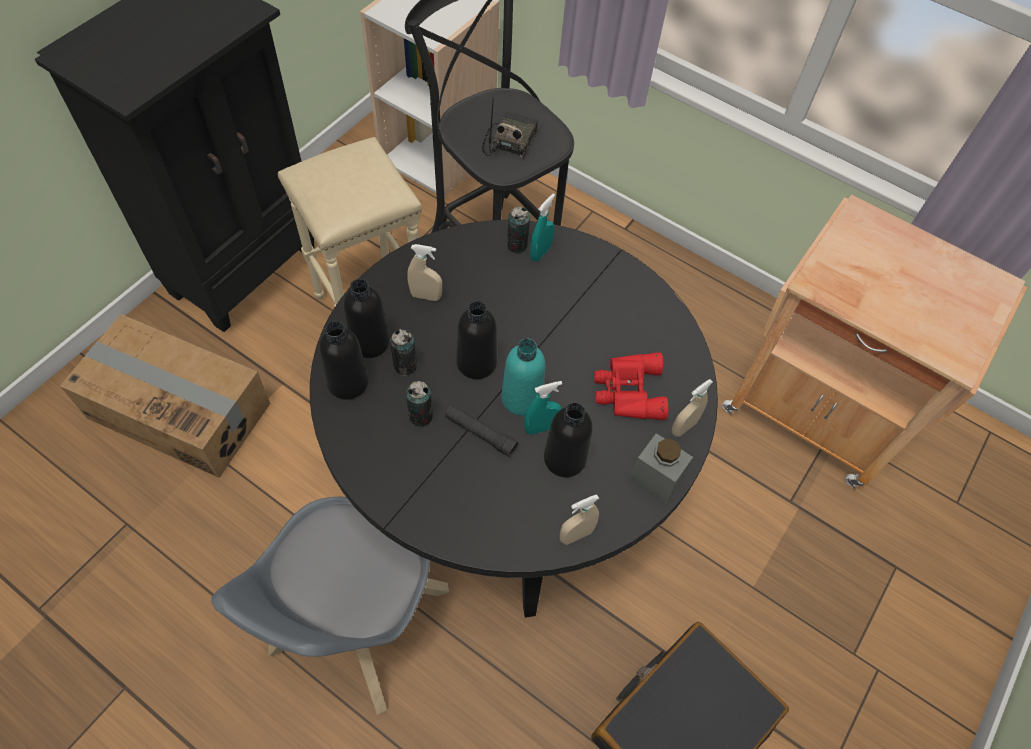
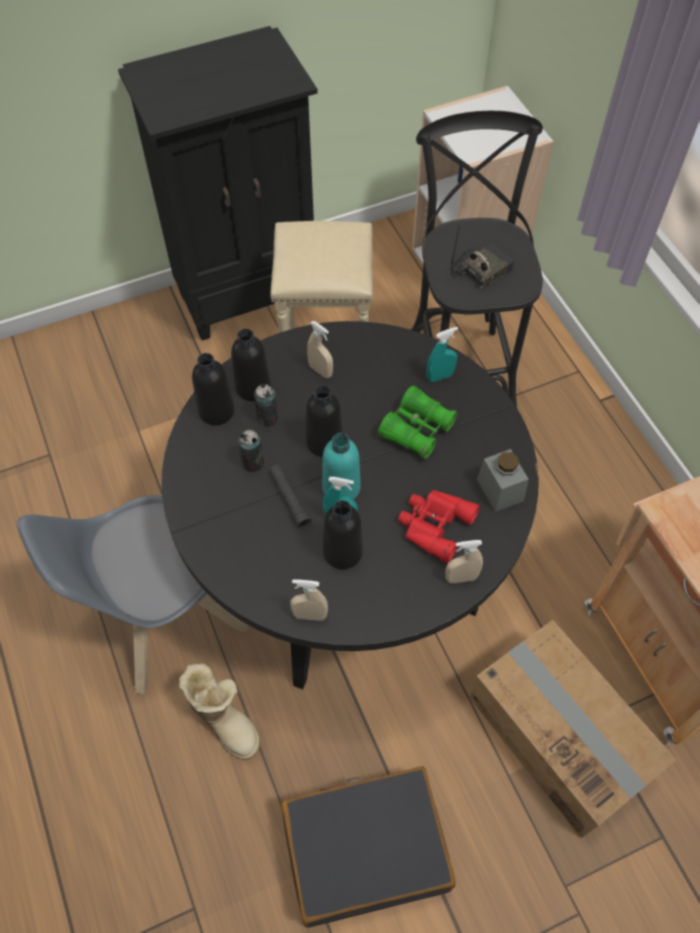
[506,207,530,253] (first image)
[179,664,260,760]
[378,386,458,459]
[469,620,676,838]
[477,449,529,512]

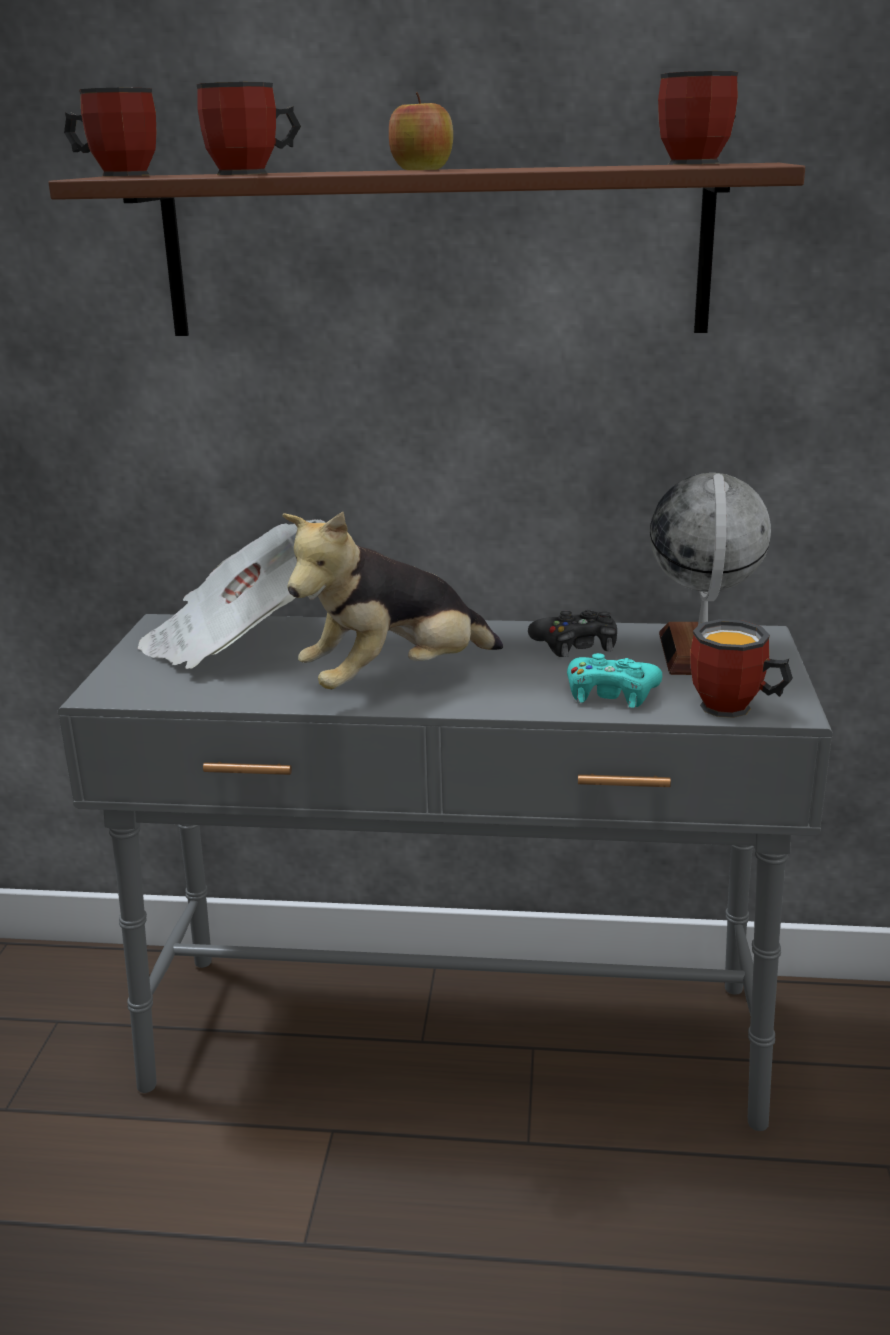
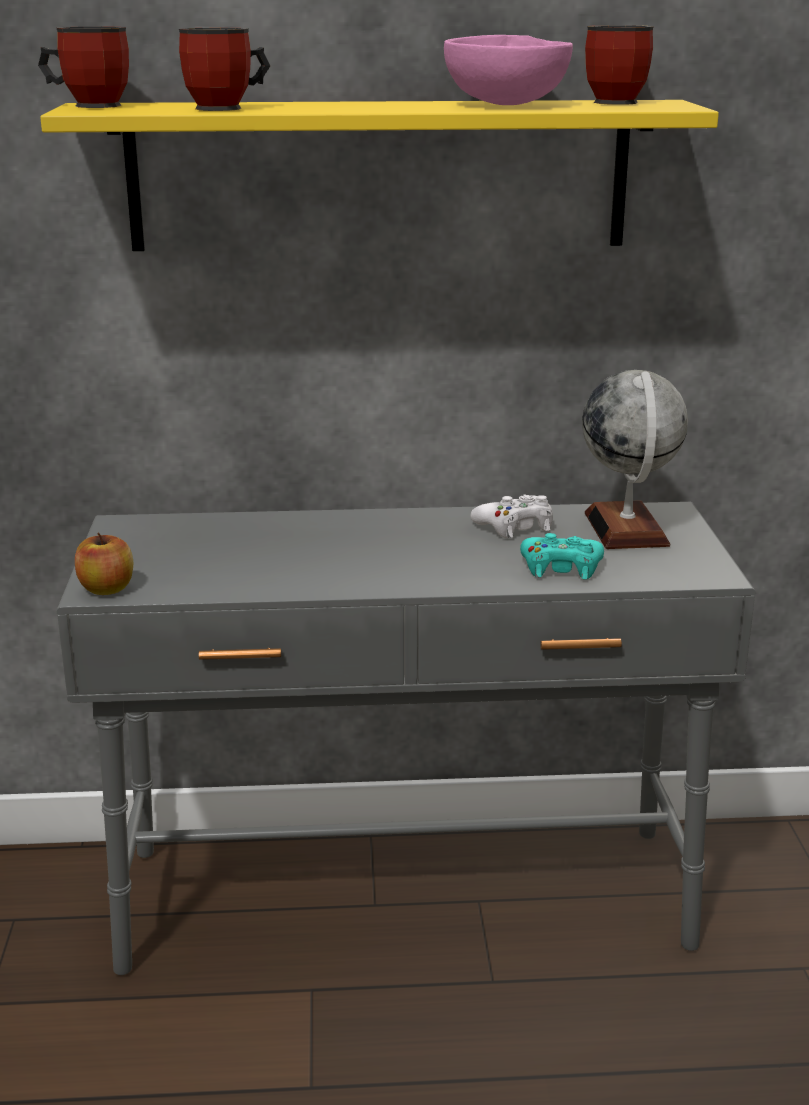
[138,519,325,669] (first image)
[282,512,503,689] (first image)
[690,619,793,718] (first image)
[444,35,573,105]
[75,532,133,595]
[40,100,719,251]
[471,495,553,538]

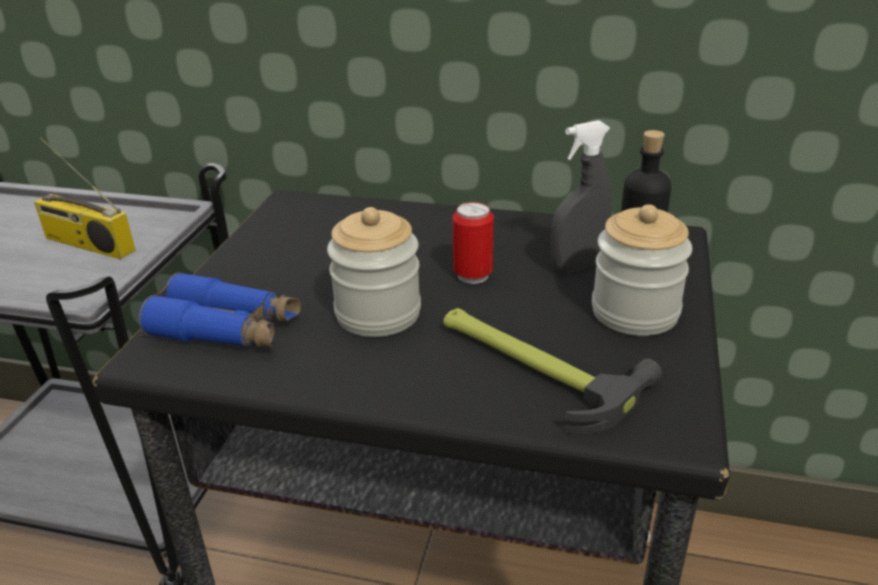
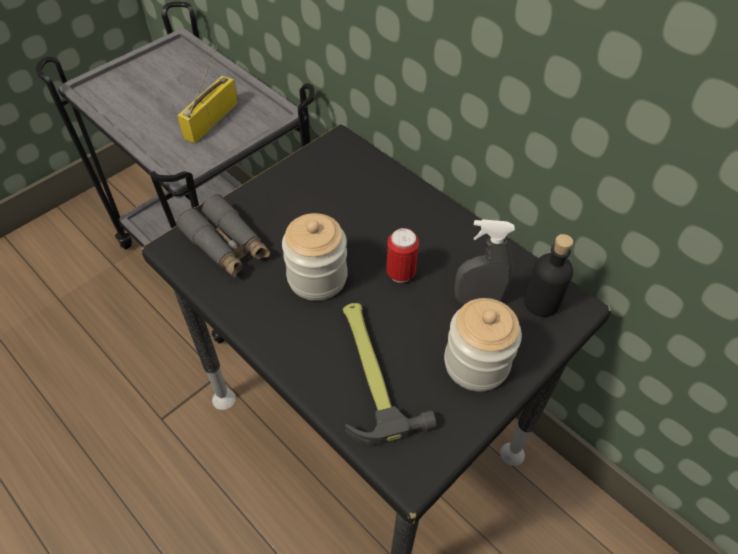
[176,194,270,278]
[177,45,238,144]

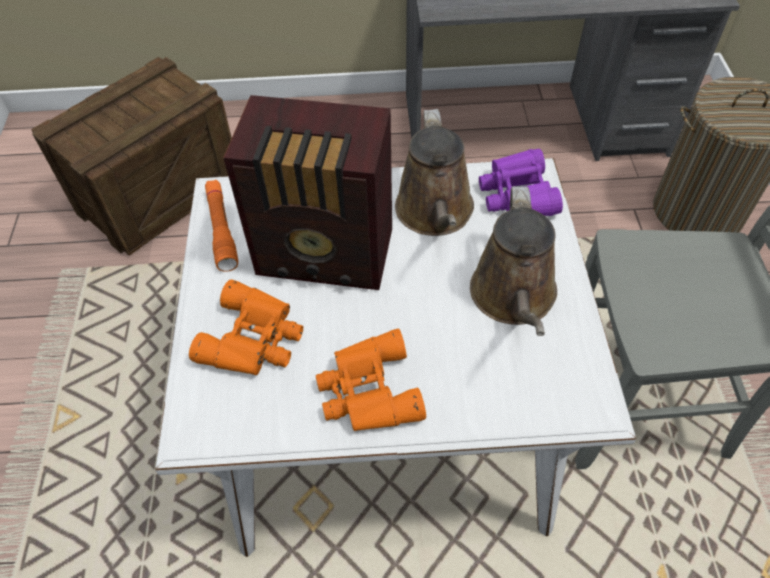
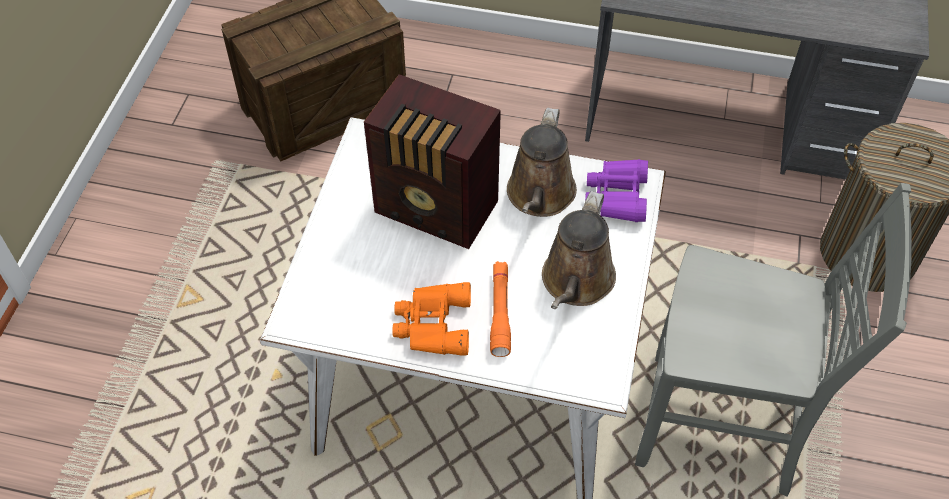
[189,280,303,375] (first image)
[490,261,511,357]

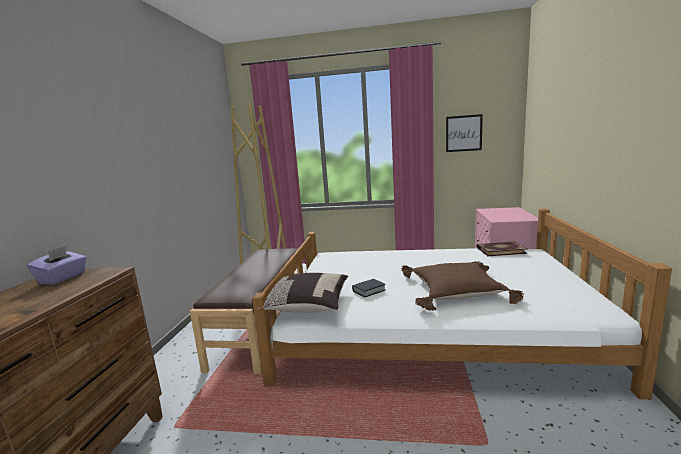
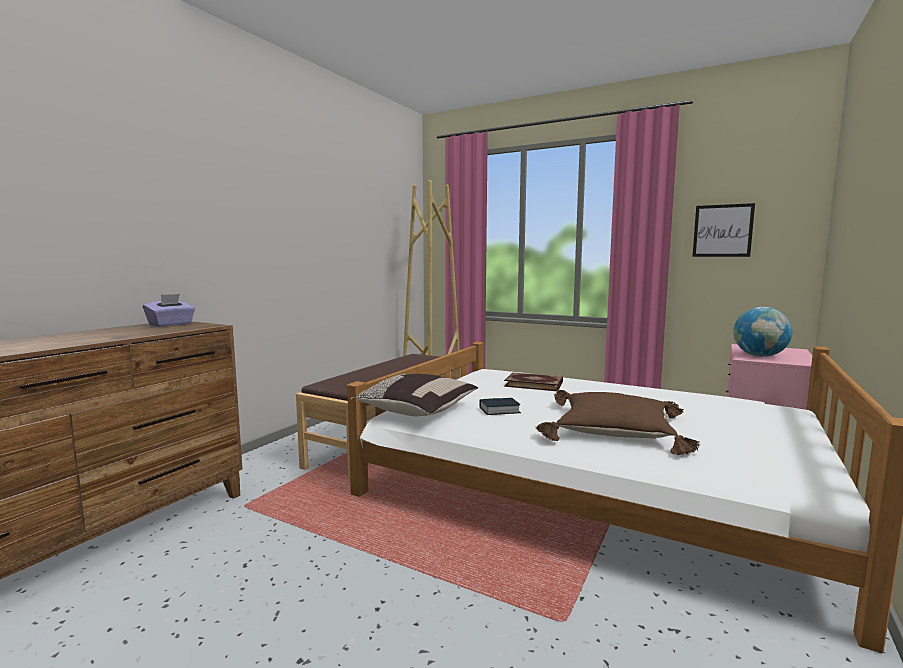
[733,307,793,357]
[504,372,563,391]

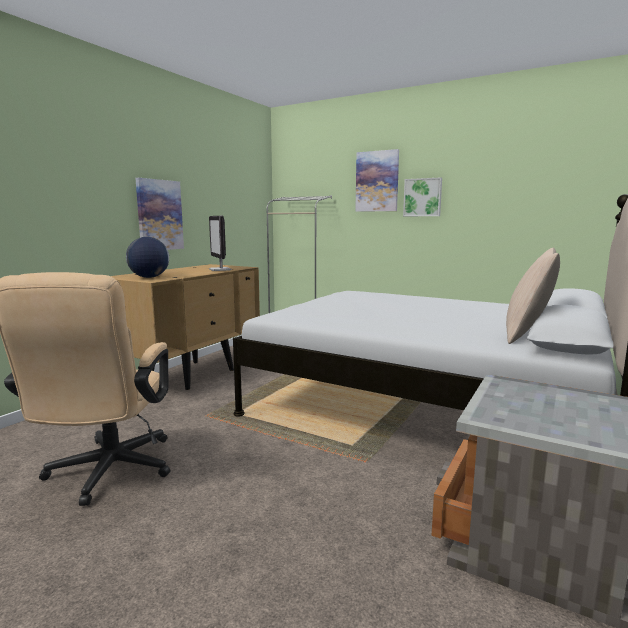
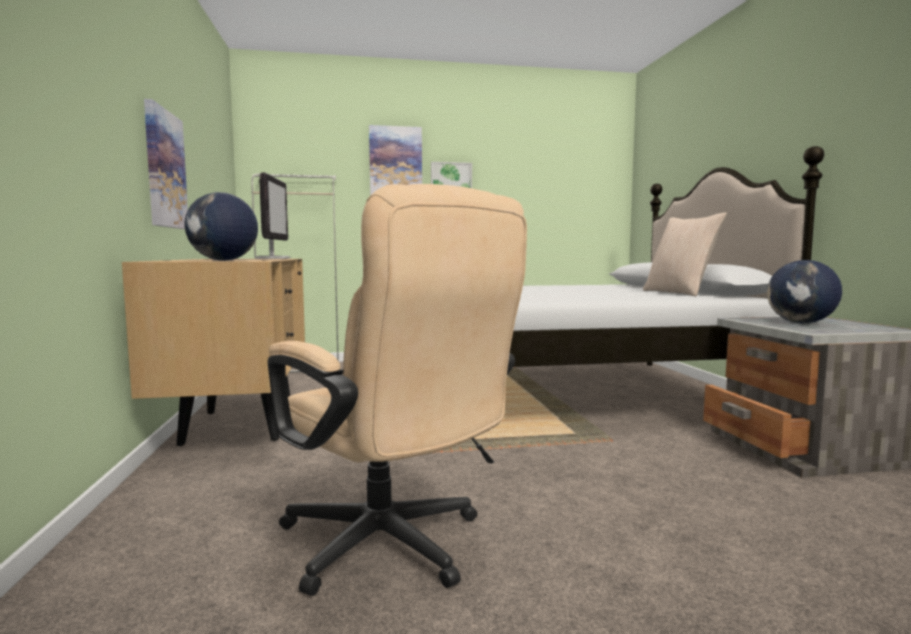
[767,260,842,323]
[255,172,291,259]

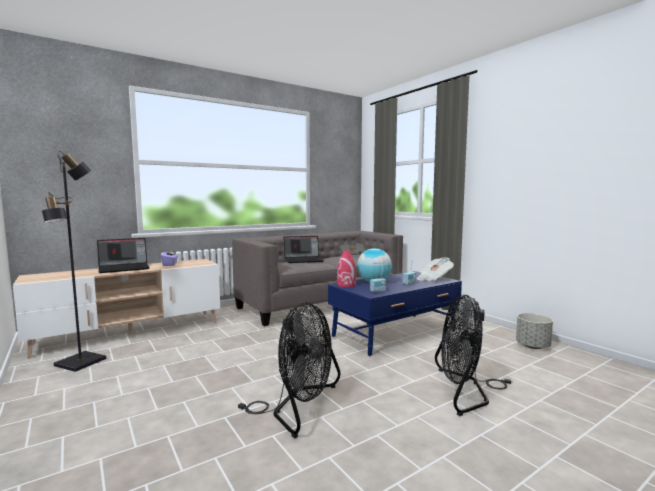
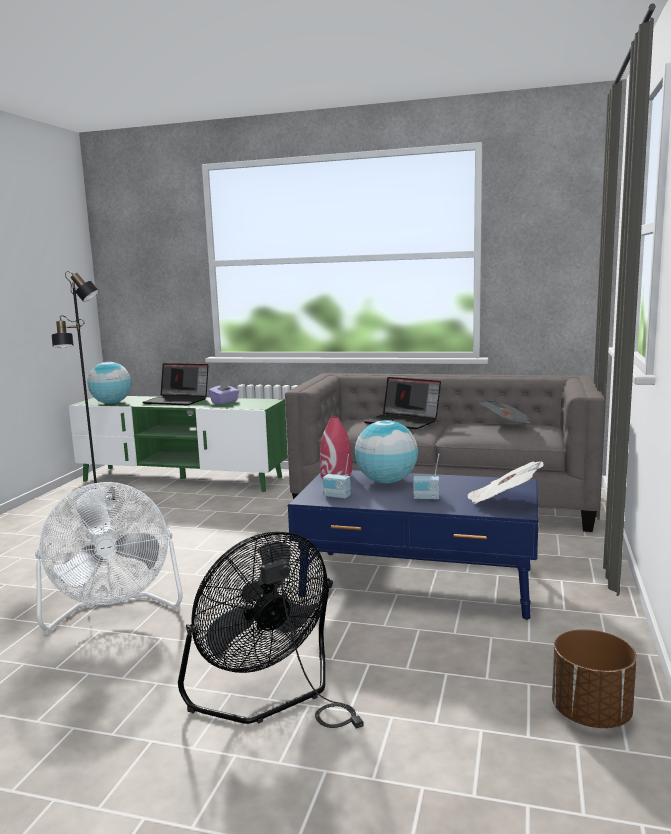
[88,362,132,404]
[69,396,288,492]
[35,482,183,635]
[552,629,637,728]

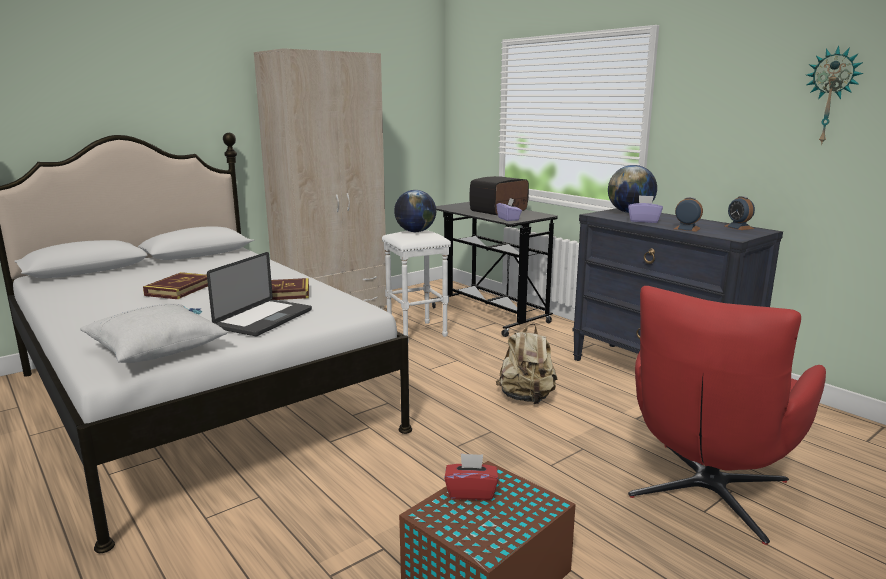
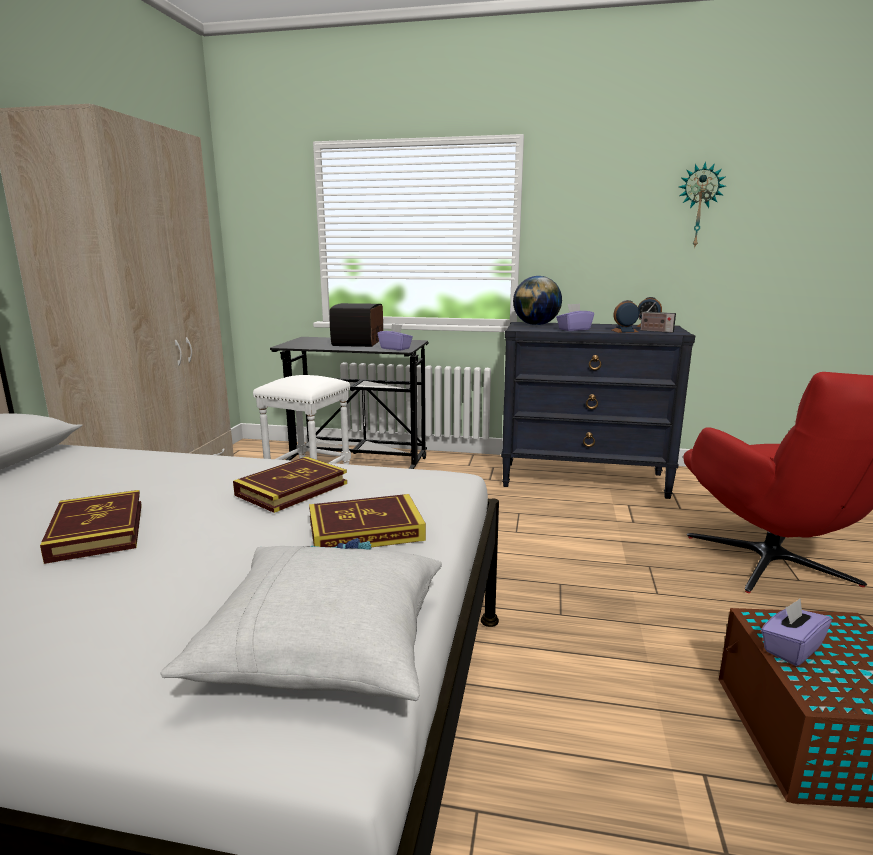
[394,190,436,232] (first image)
[496,323,558,404] (first image)
[639,302,676,333]
[309,494,426,547]
[761,599,832,666]

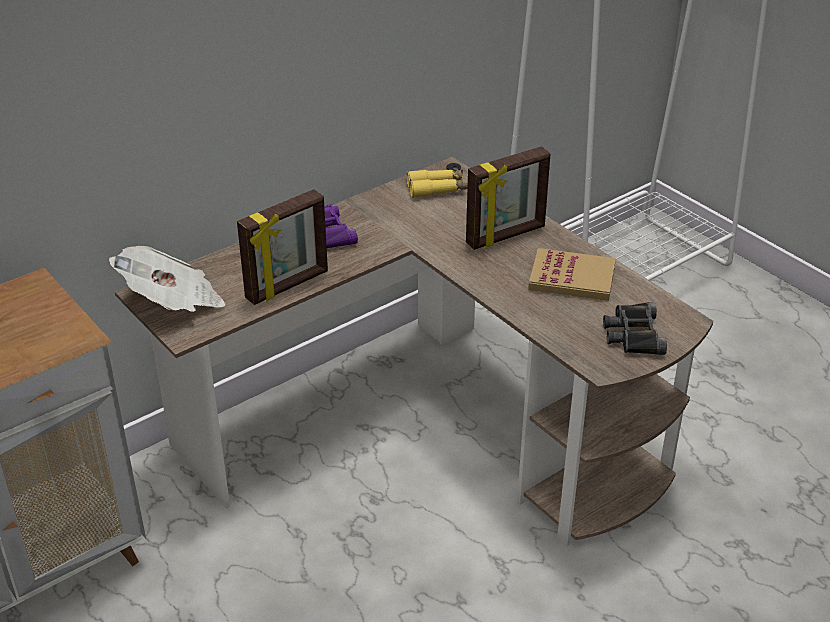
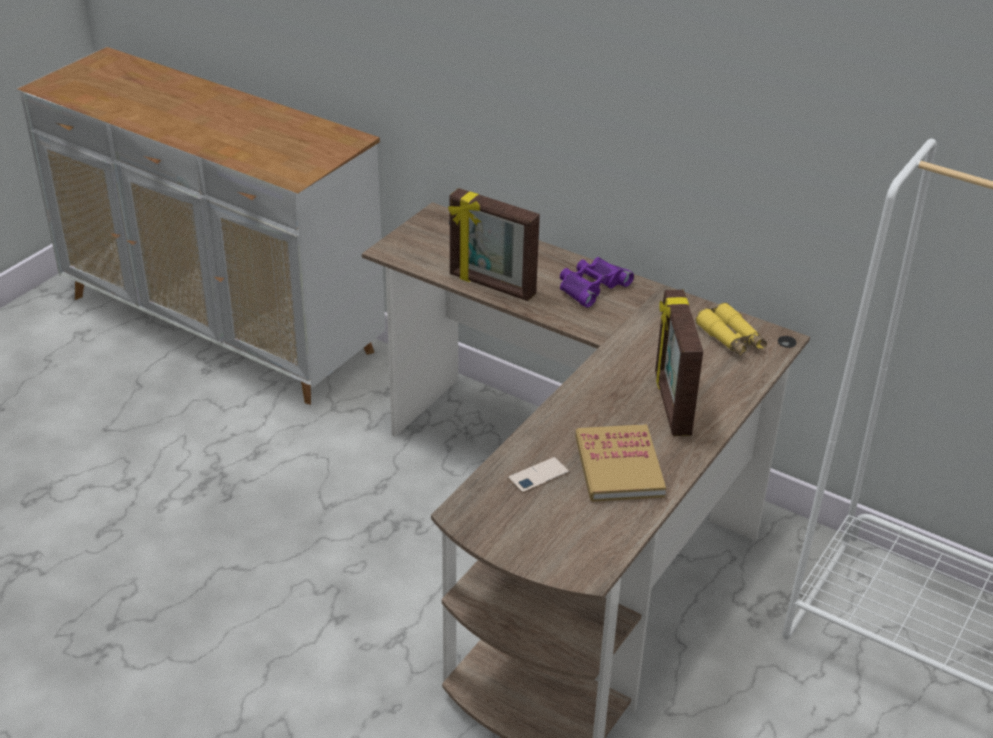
[109,246,226,312] (first image)
[603,302,667,355] (first image)
[508,457,570,493]
[655,290,703,436]

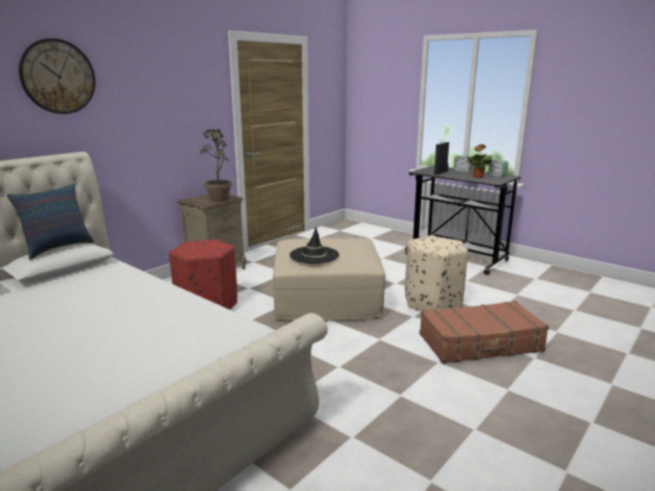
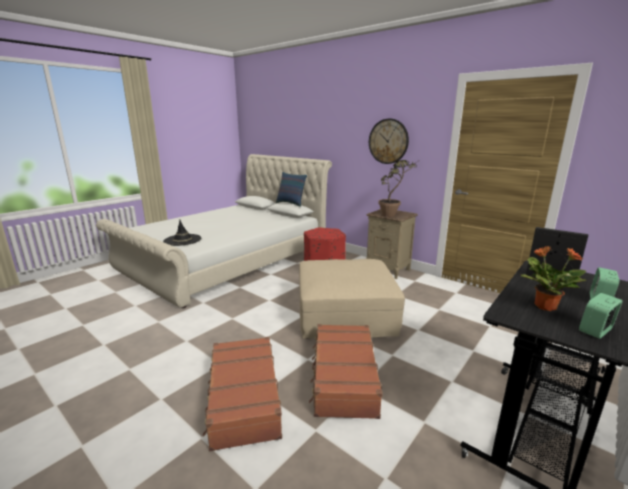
[369,119,409,164]
[163,220,201,246]
[309,324,383,419]

